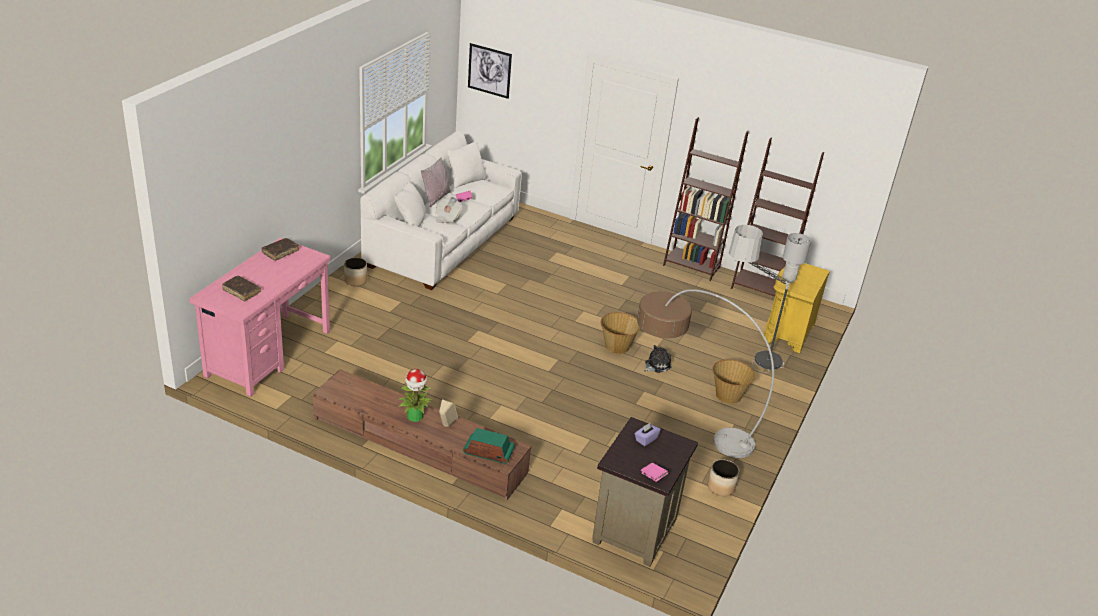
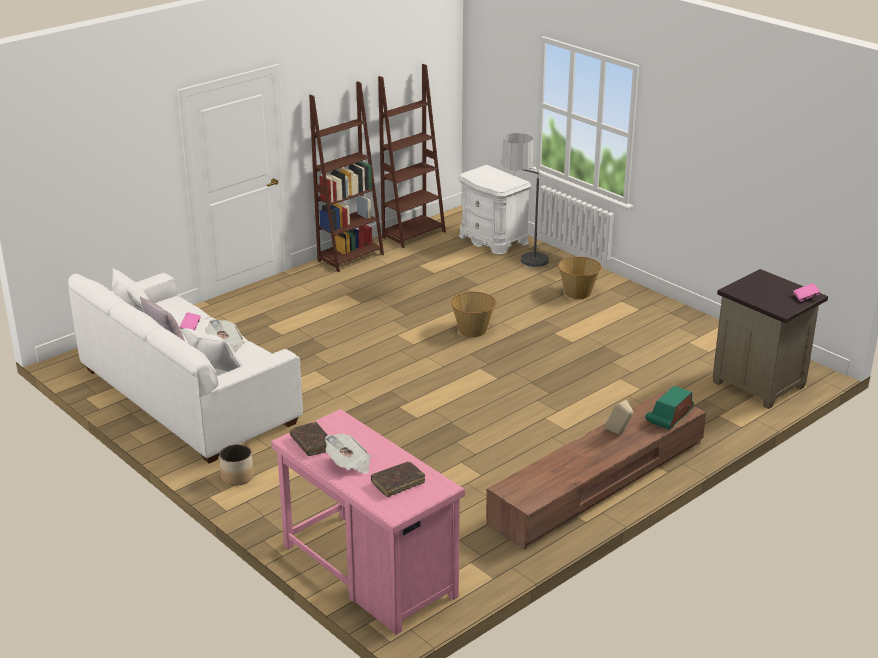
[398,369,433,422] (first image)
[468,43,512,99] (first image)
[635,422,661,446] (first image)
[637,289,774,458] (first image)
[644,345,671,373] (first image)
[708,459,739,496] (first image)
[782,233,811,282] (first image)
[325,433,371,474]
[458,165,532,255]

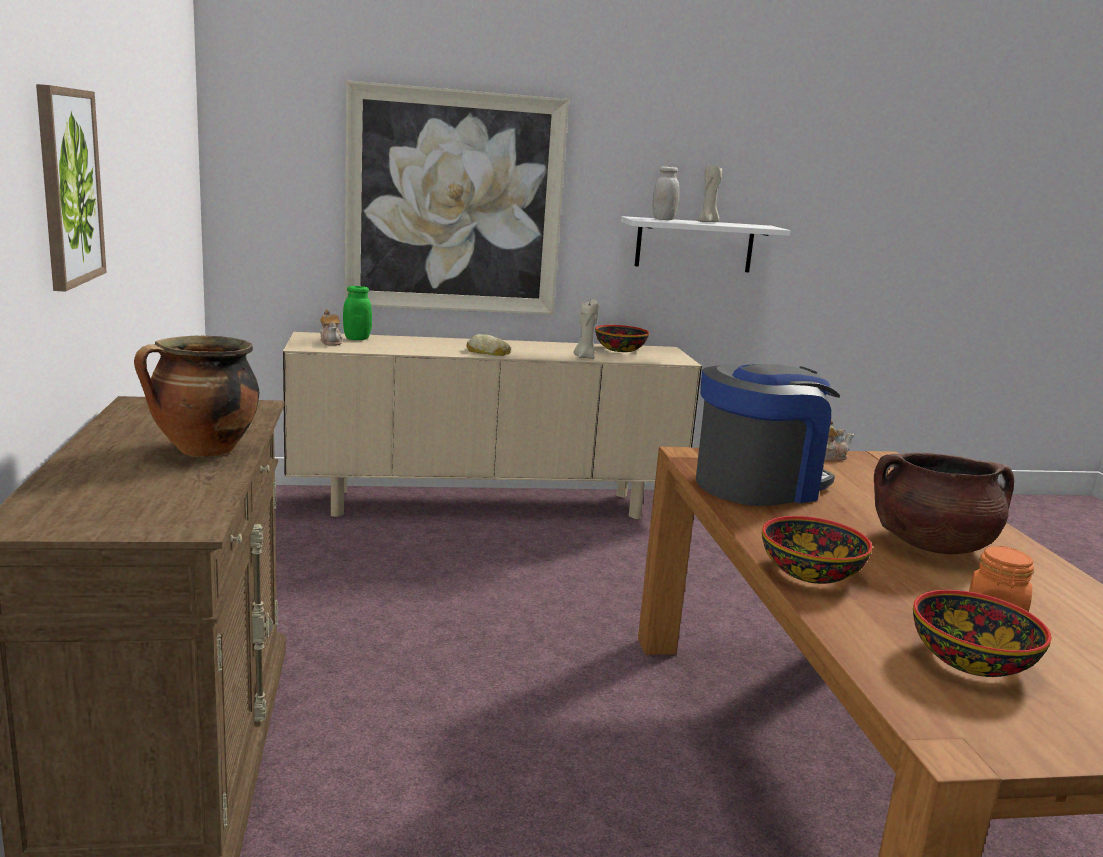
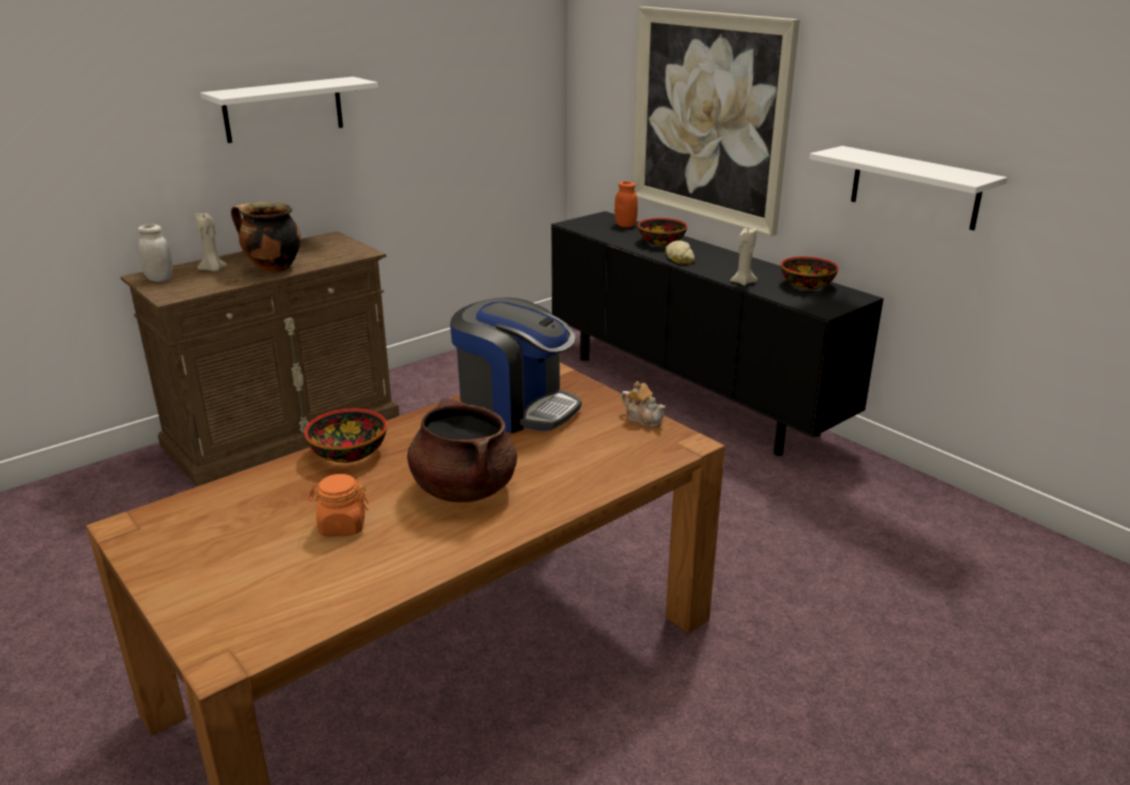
[320,309,342,346] (first image)
[138,224,173,282]
[194,213,227,271]
[638,218,687,246]
[200,77,378,143]
[551,211,884,456]
[615,181,638,227]

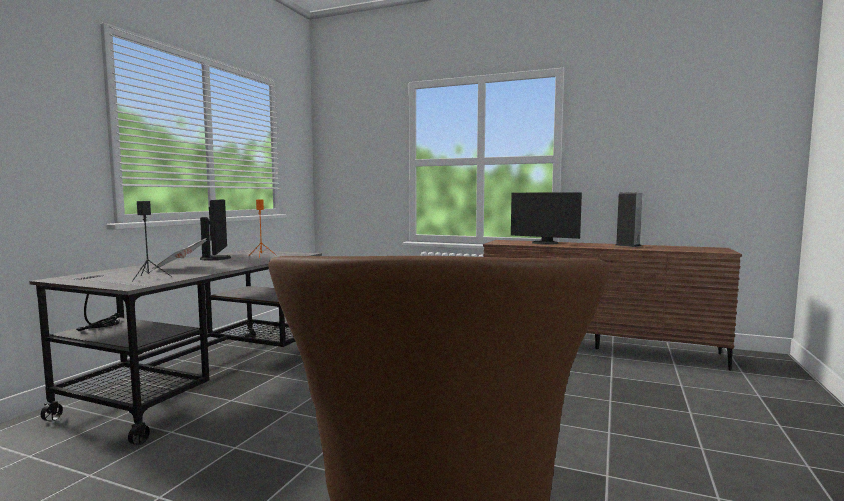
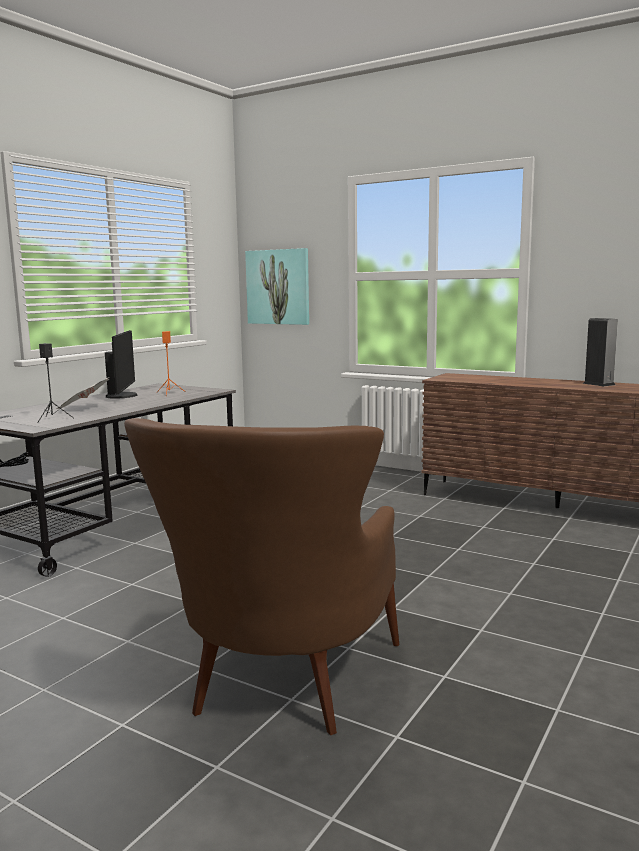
[511,192,582,245] (first image)
[245,248,309,325]

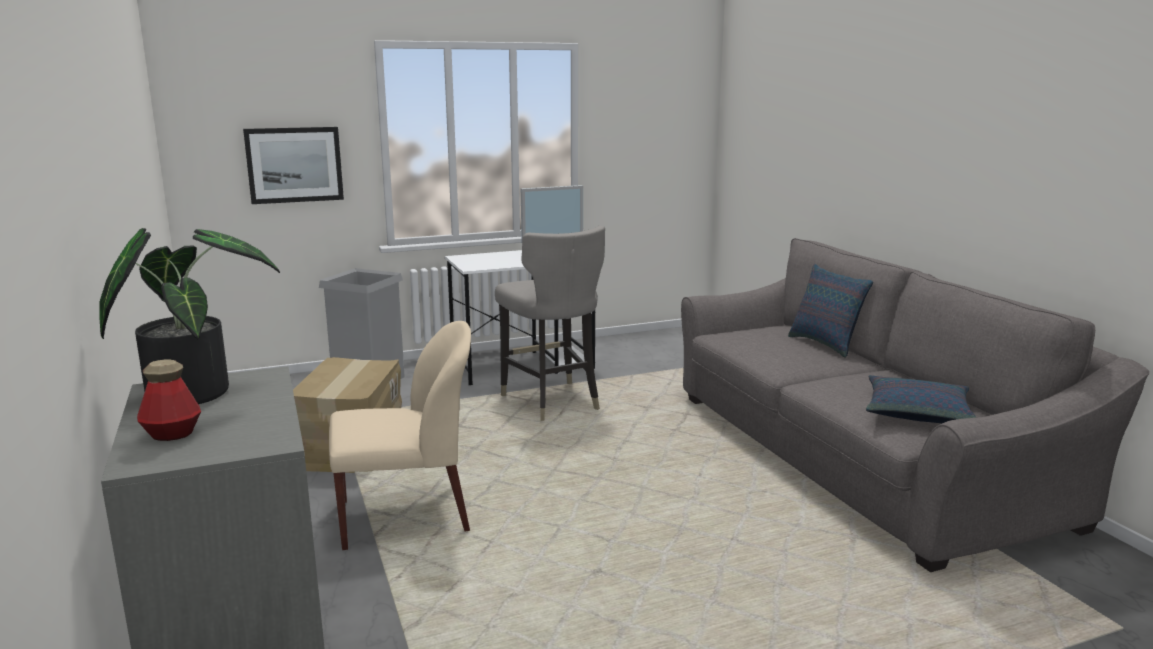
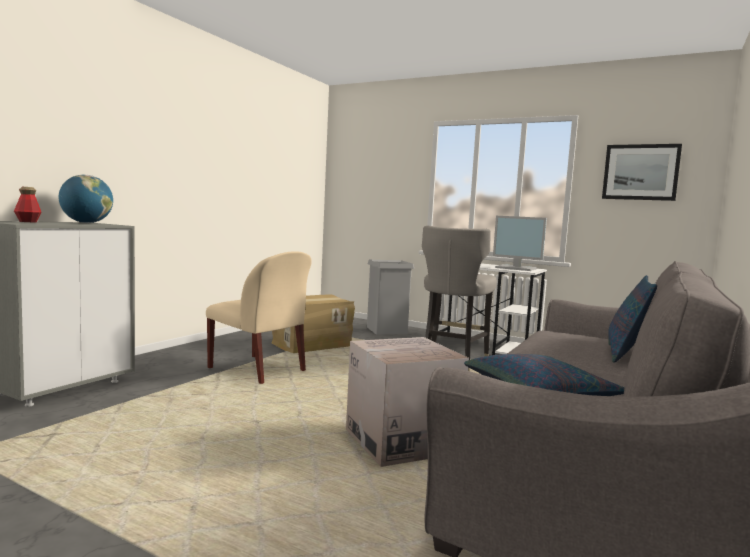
[346,337,469,467]
[602,144,682,201]
[59,175,113,223]

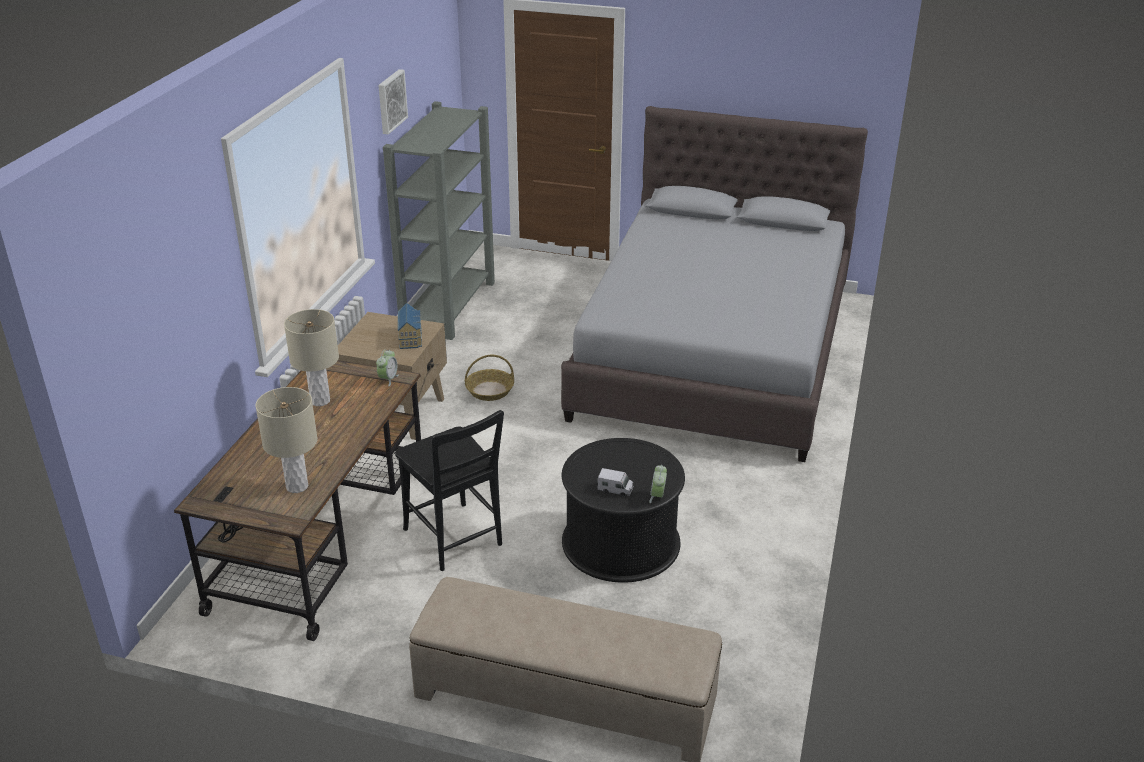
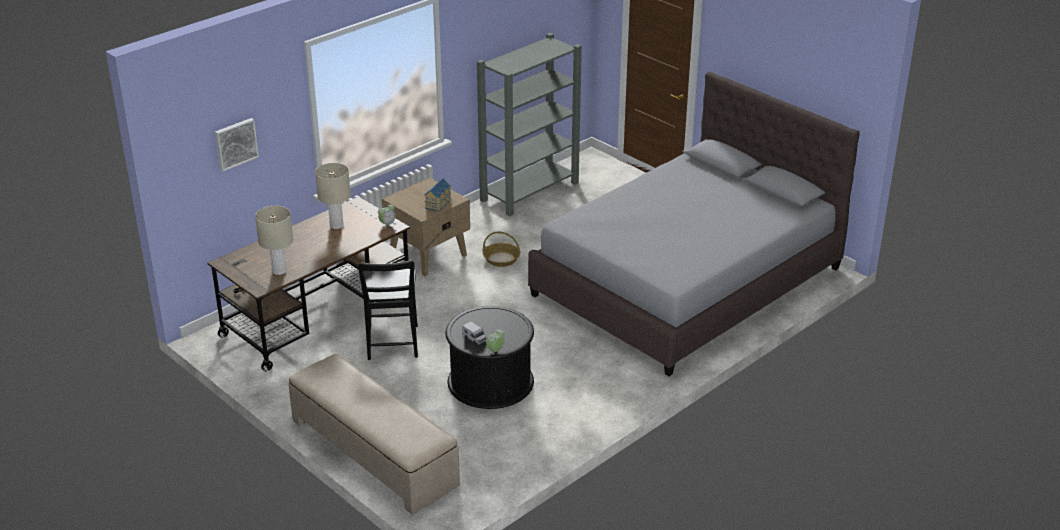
[215,118,259,171]

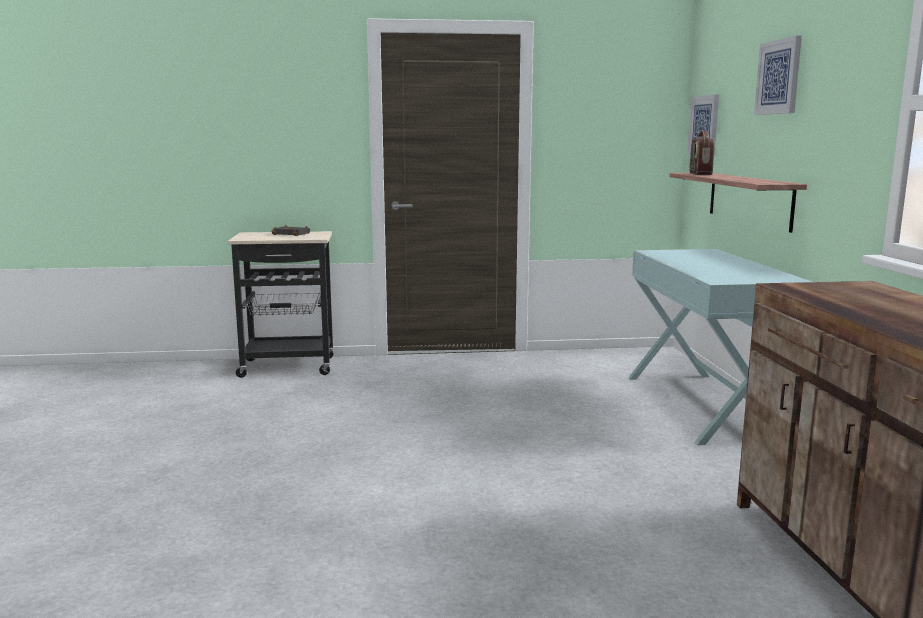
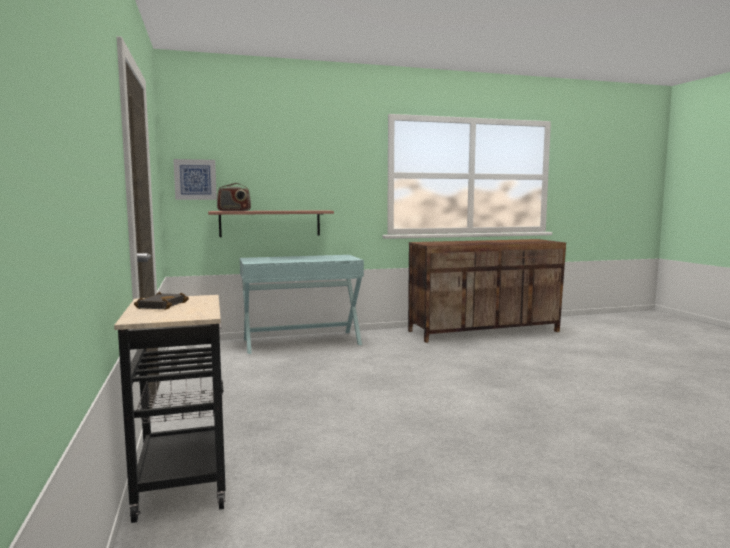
[754,36,802,115] (first image)

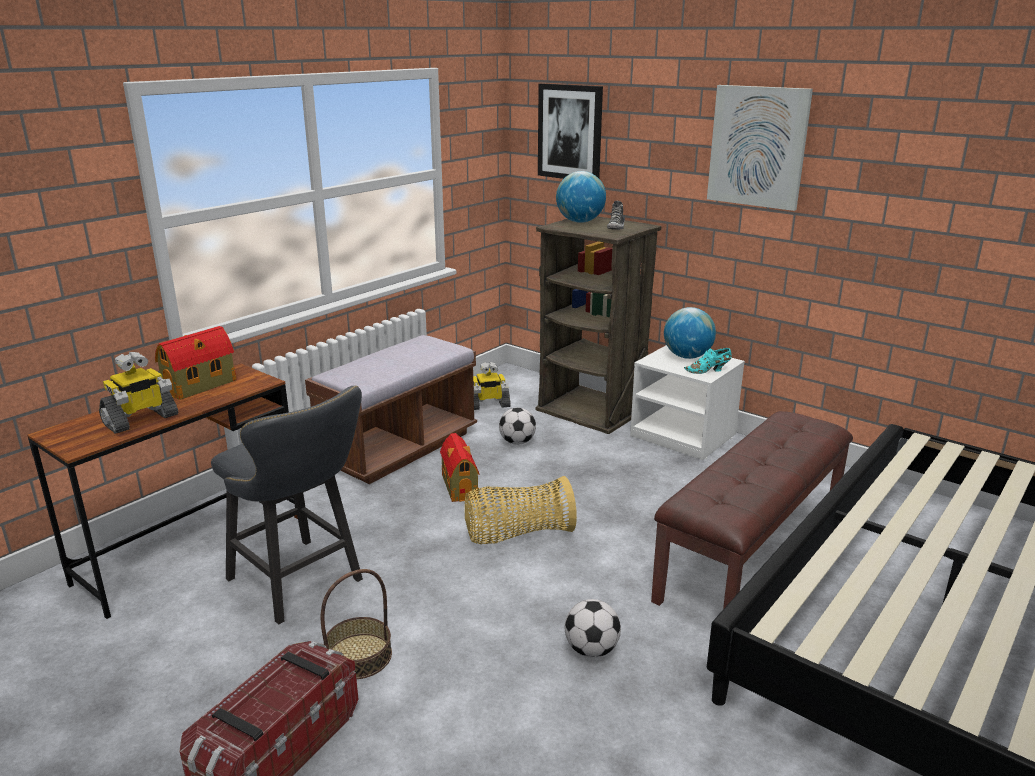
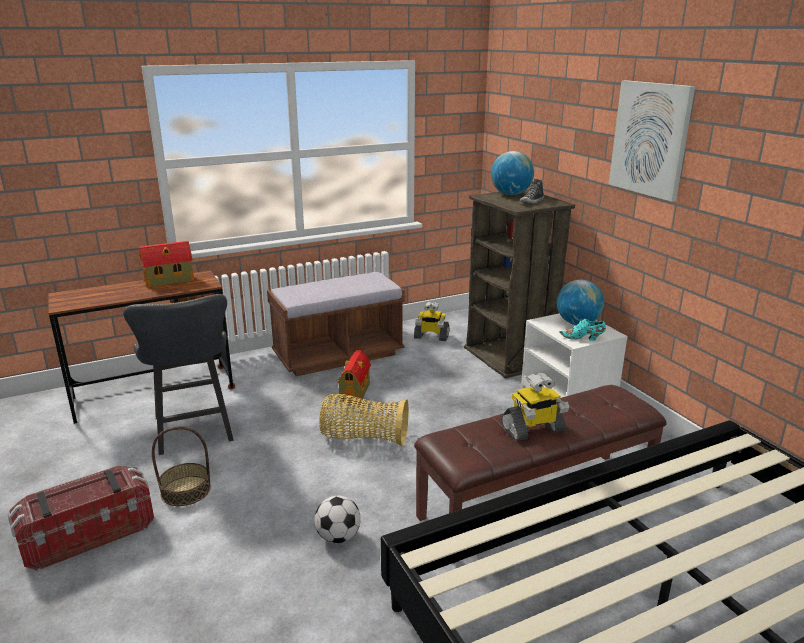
[499,407,536,445] (first image)
[538,84,603,179] (first image)
[501,372,569,441]

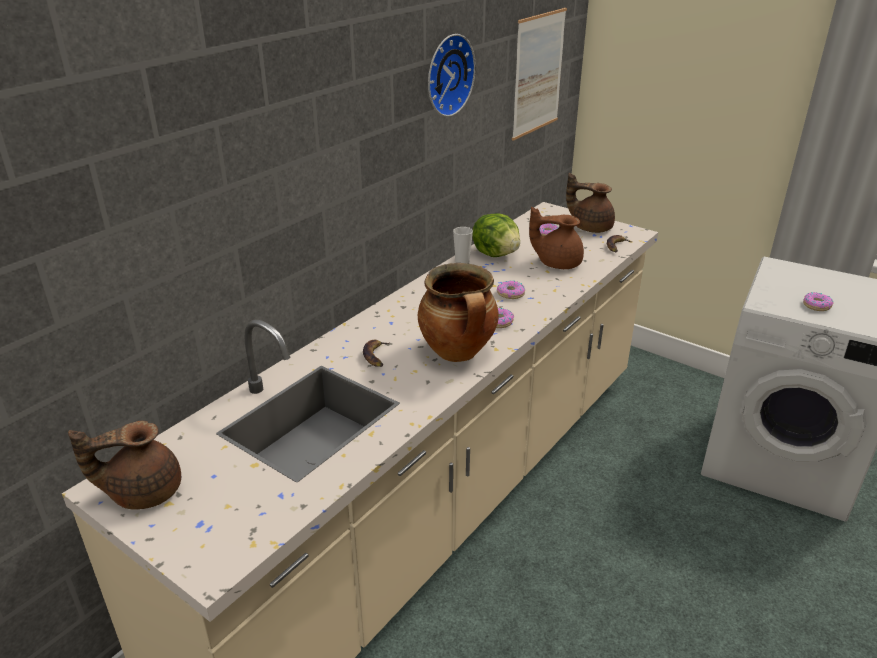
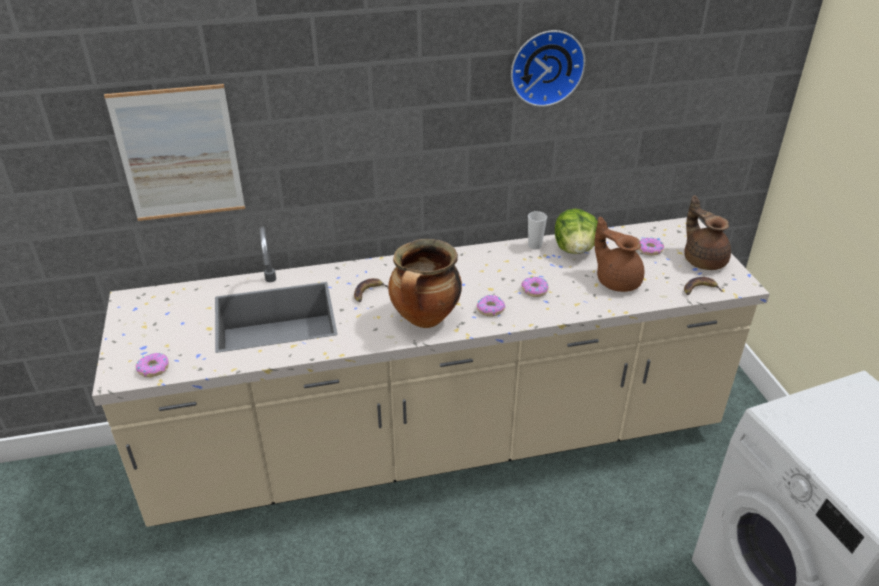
[68,421,181,510] (first image)
[104,84,245,221]
[136,353,169,377]

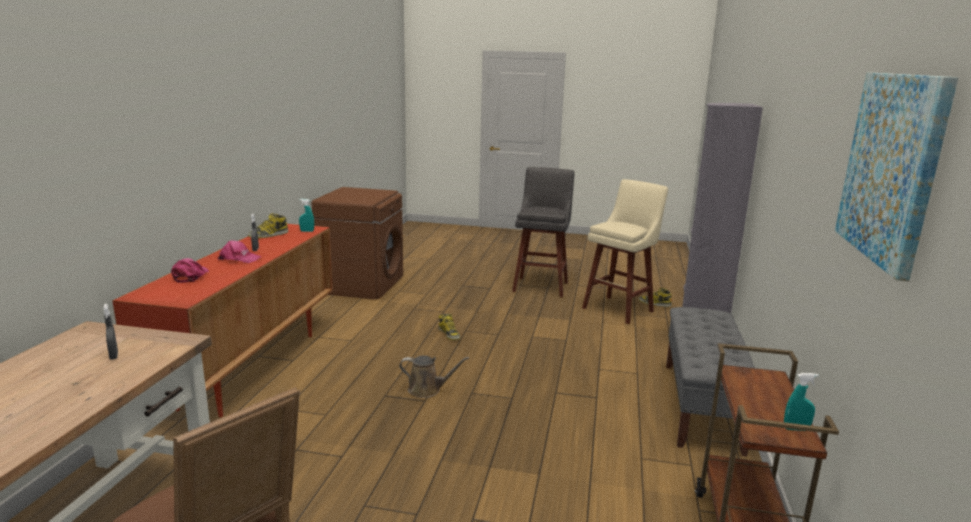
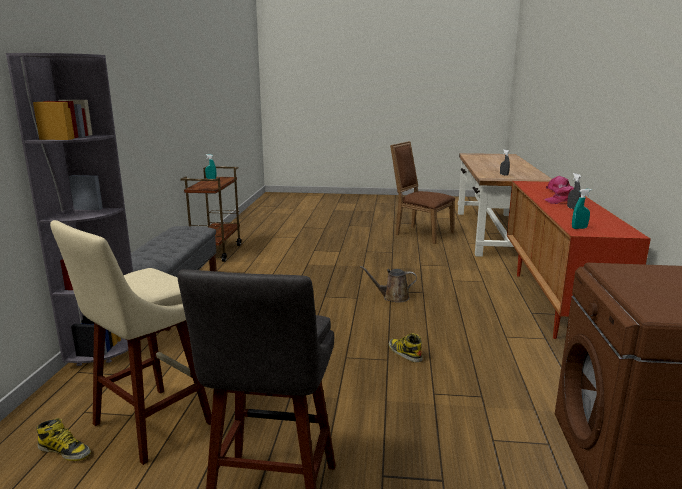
[248,213,289,238] (first image)
[835,73,958,281] (first image)

